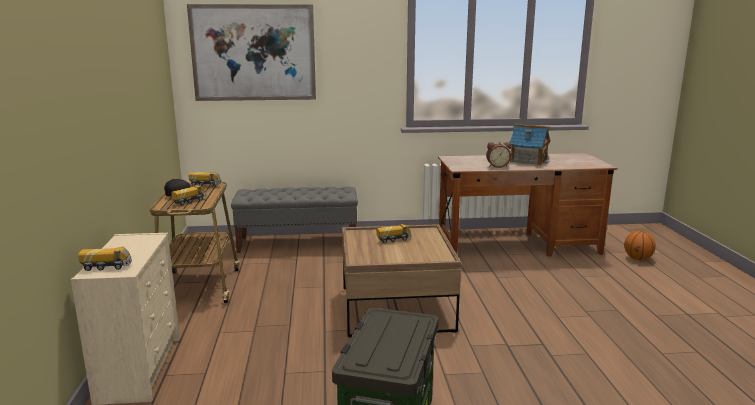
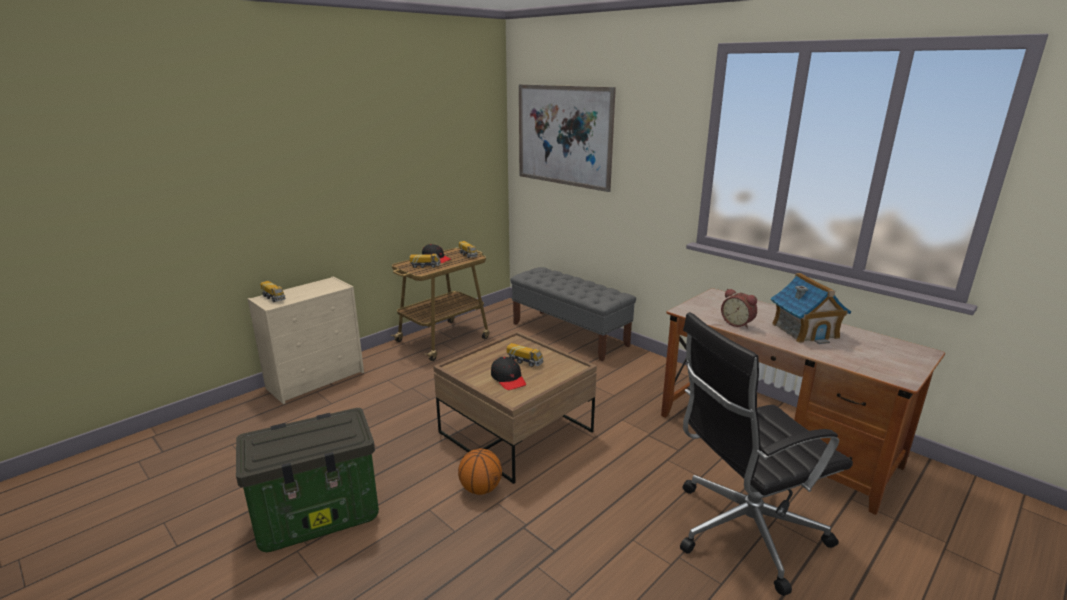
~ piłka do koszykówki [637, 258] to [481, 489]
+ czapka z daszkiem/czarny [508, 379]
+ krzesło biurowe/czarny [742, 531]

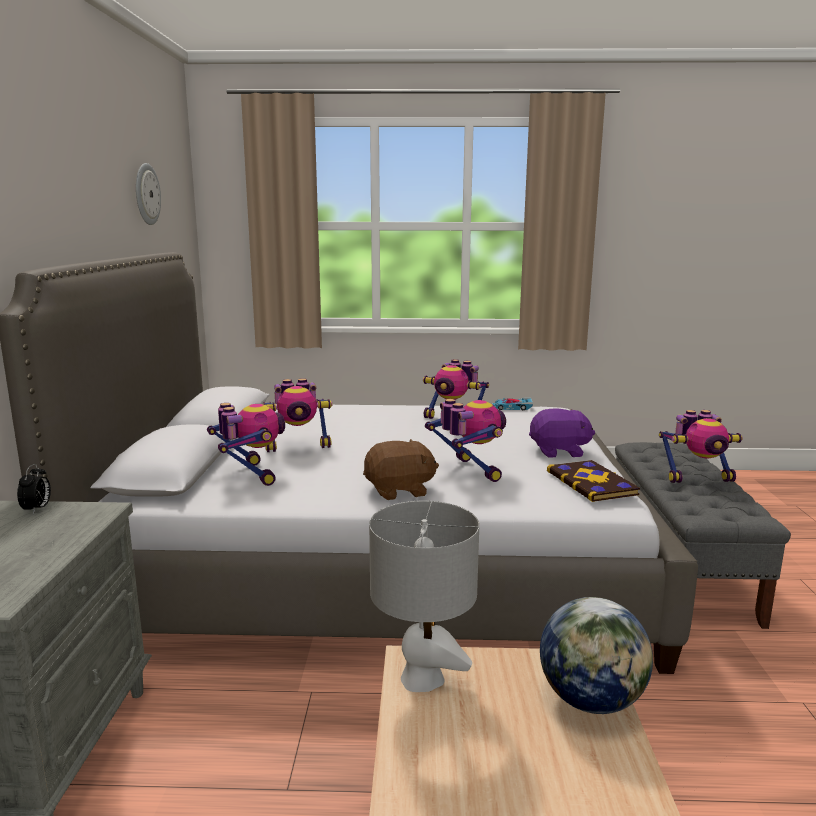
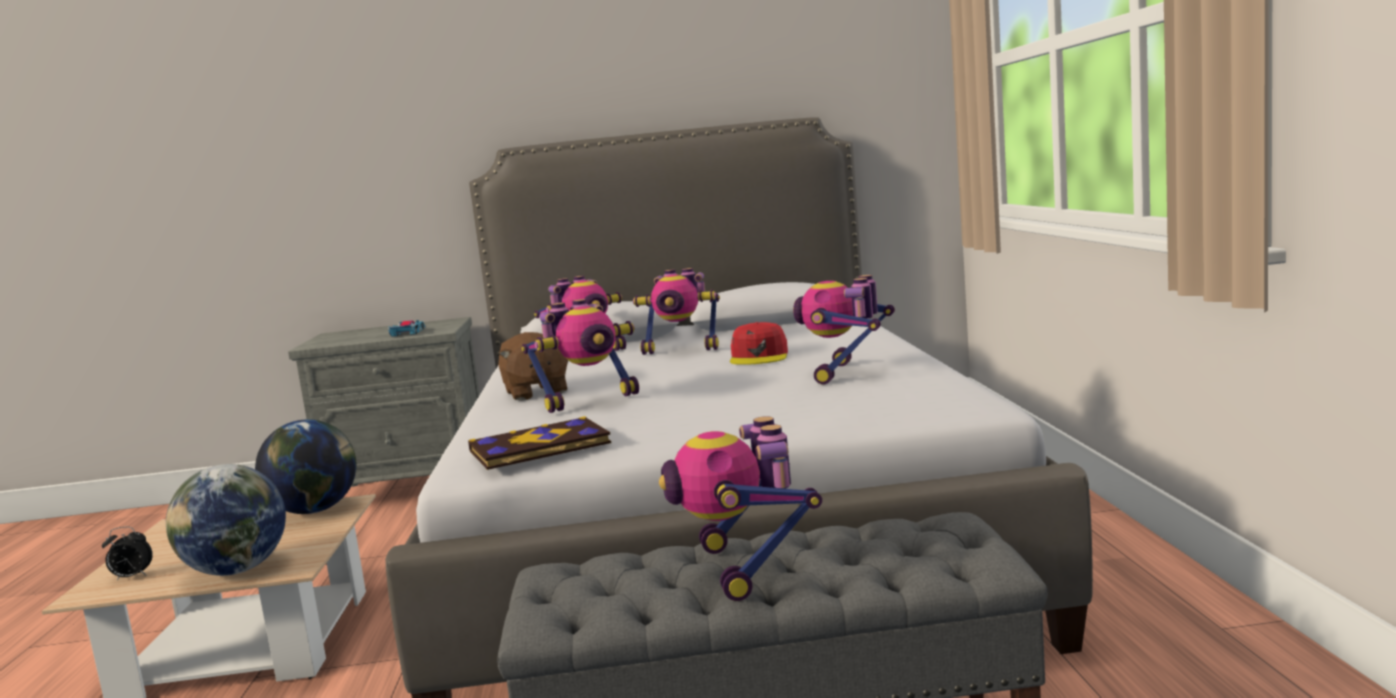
~ budzik [37, 509] to [131, 577]
~ lampa stołowa/szary [422, 679] to globus [315, 510]
~ samochodzik [511, 407] to [408, 333]
~ robot zabawkowy [298, 446] = [682, 349] 60 degrees counterclockwise
+ czapka z daszkiem/czerwony [759, 357]
- zegar ścienny [146, 194]
- pluszak/fioletowy [559, 452]

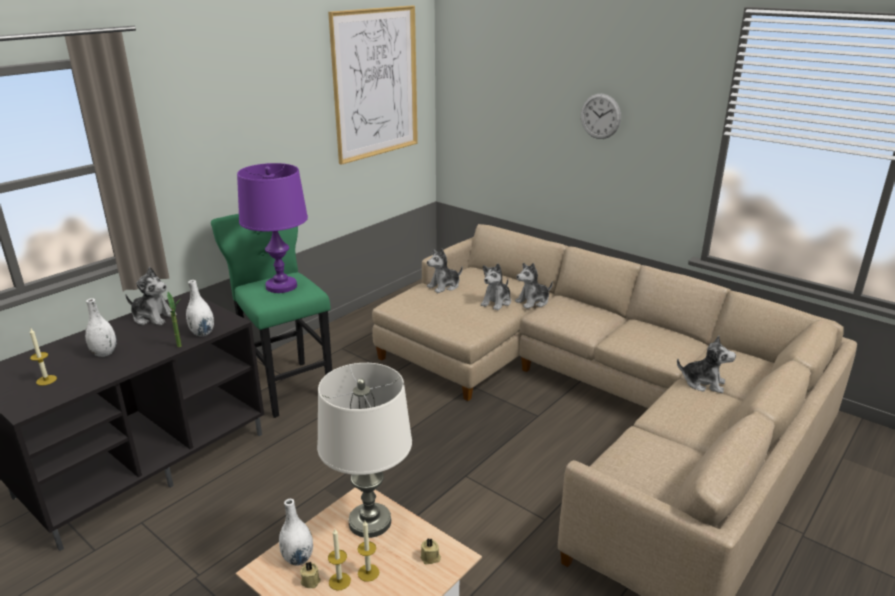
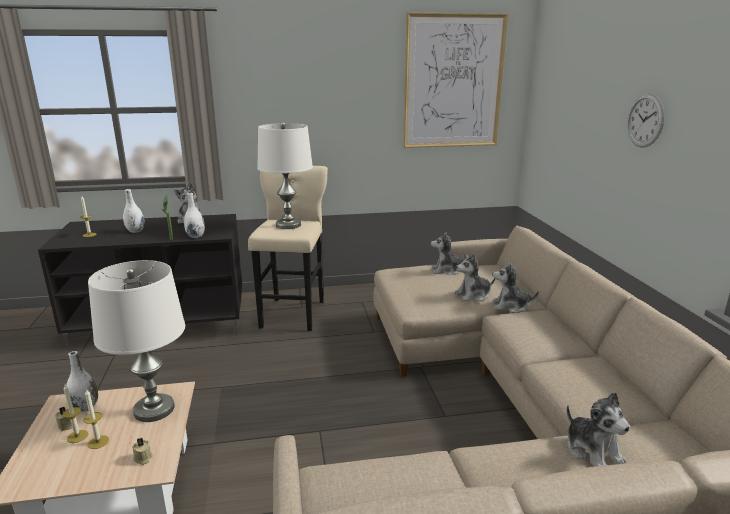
~ stołek/zielony [287, 386] to stołek/beżowy [294, 312]
~ lampa stołowa/fioletowy [281, 286] to lampa stołowa/biały [288, 225]

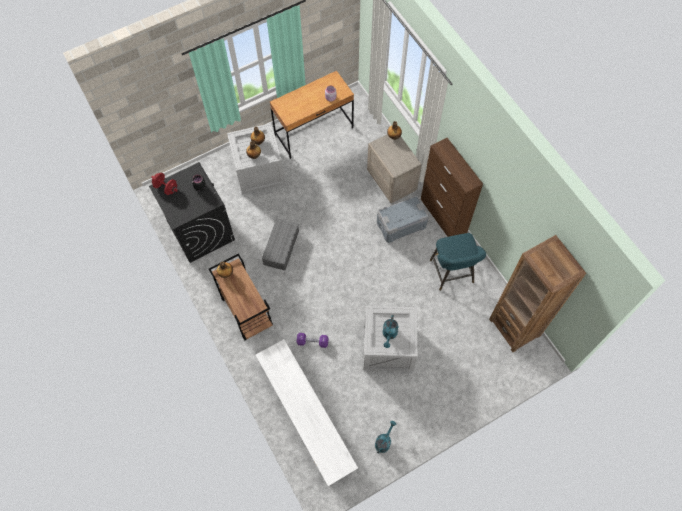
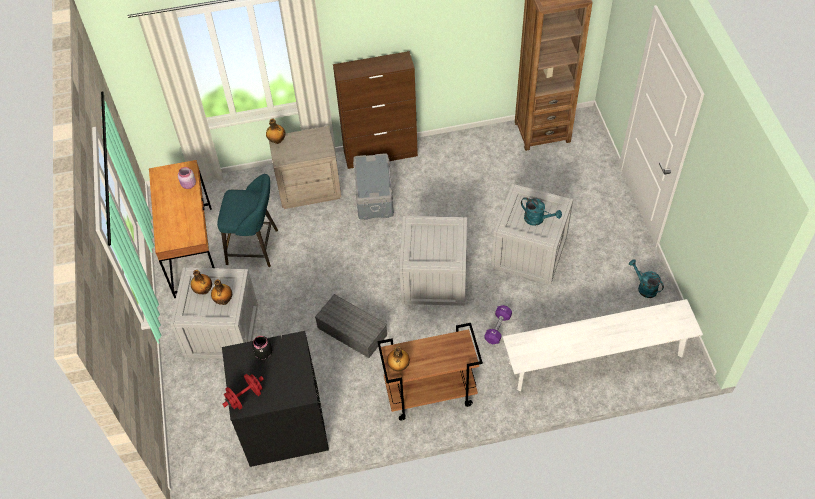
~ stołek/turkusowy [452, 274] to [256, 247]
+ skrzynka [434, 278]

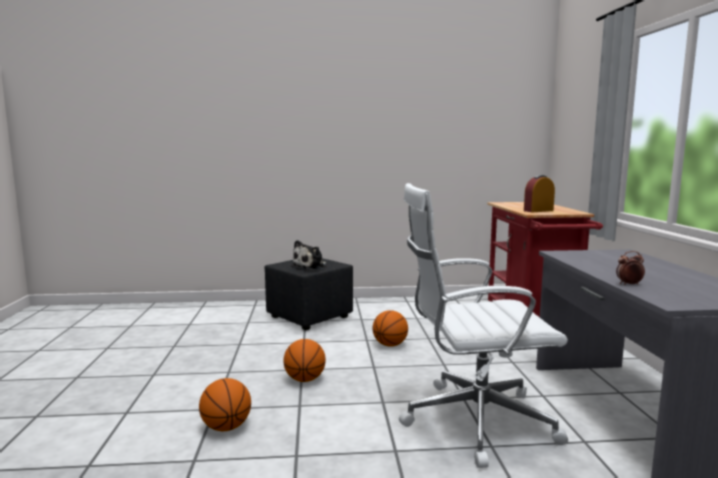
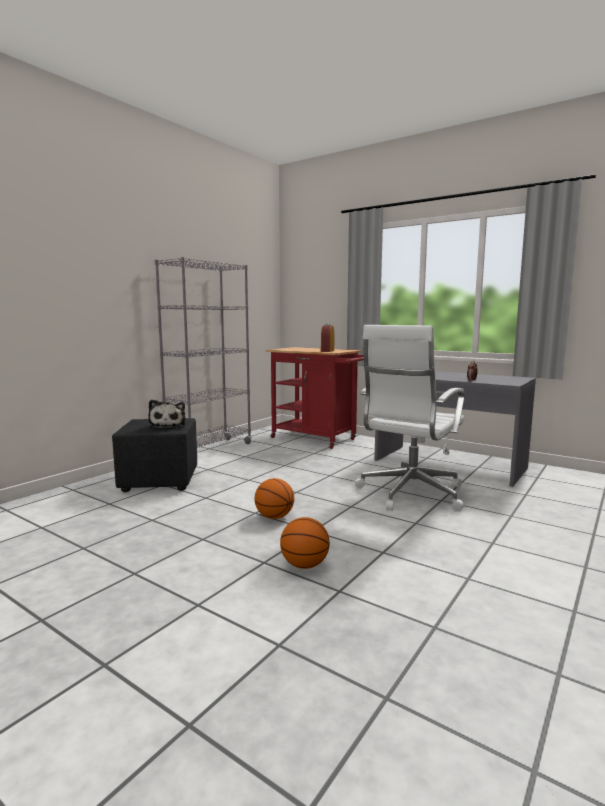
+ regał/szary [210, 450]
- piłka do koszykówki [390, 345]

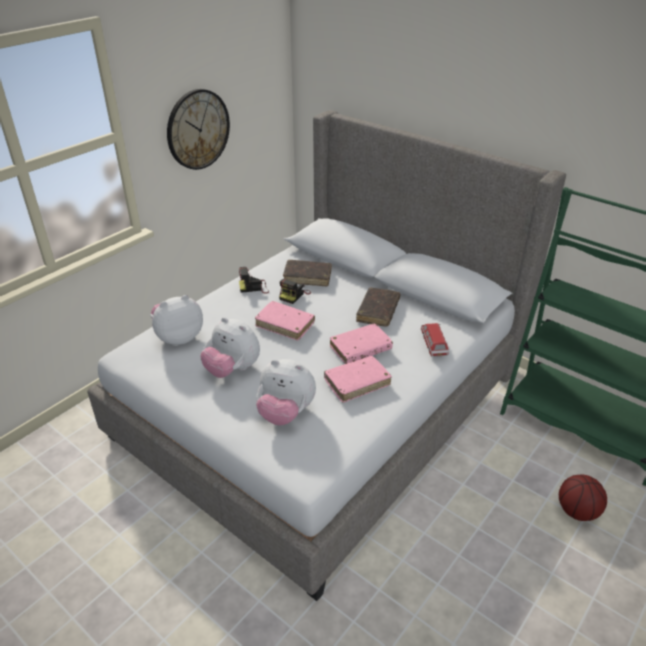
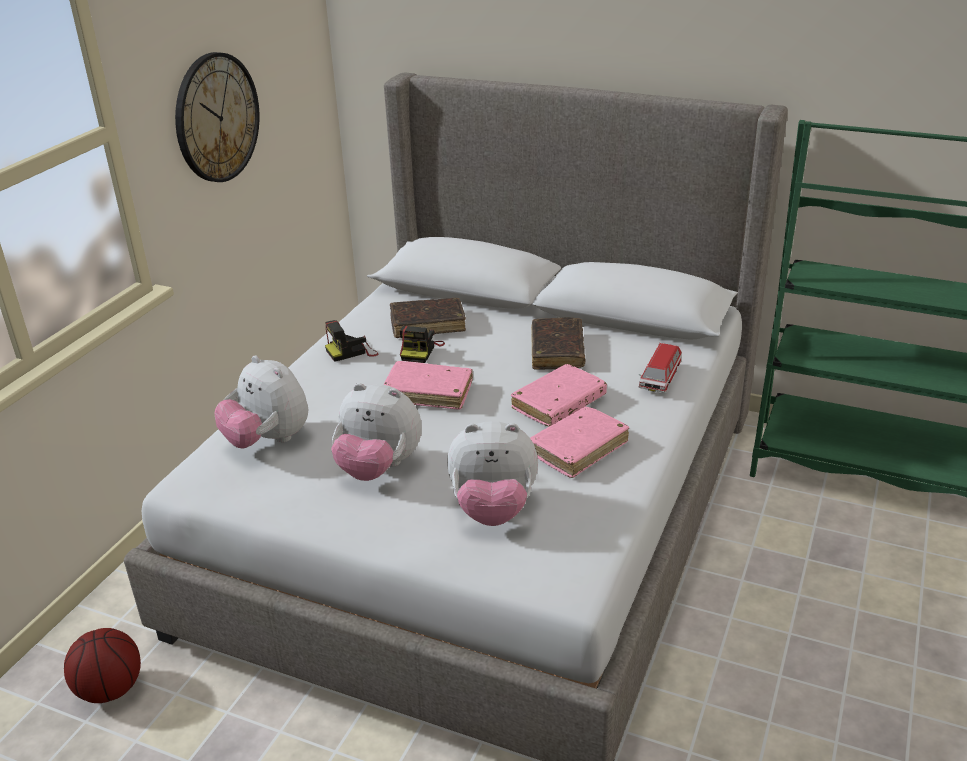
~ piłka do koszykówki [577, 511] to [111, 690]
~ pluszak [178, 337] = [268, 440] 90 degrees counterclockwise
~ samochodzik [433, 344] = [660, 379] 135 degrees counterclockwise

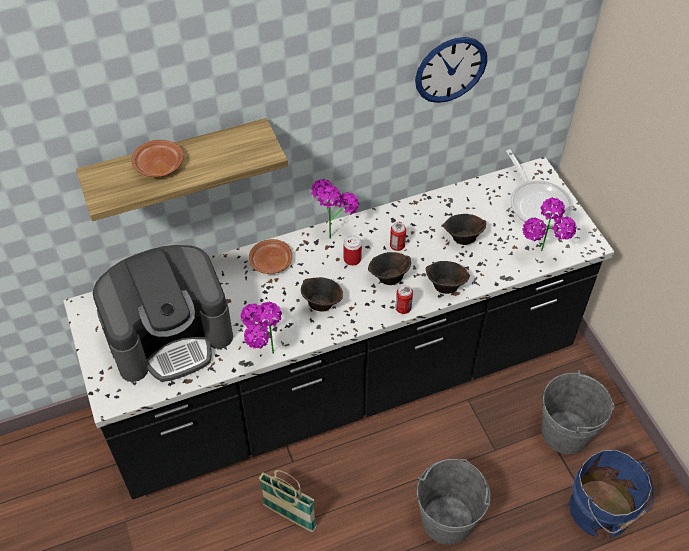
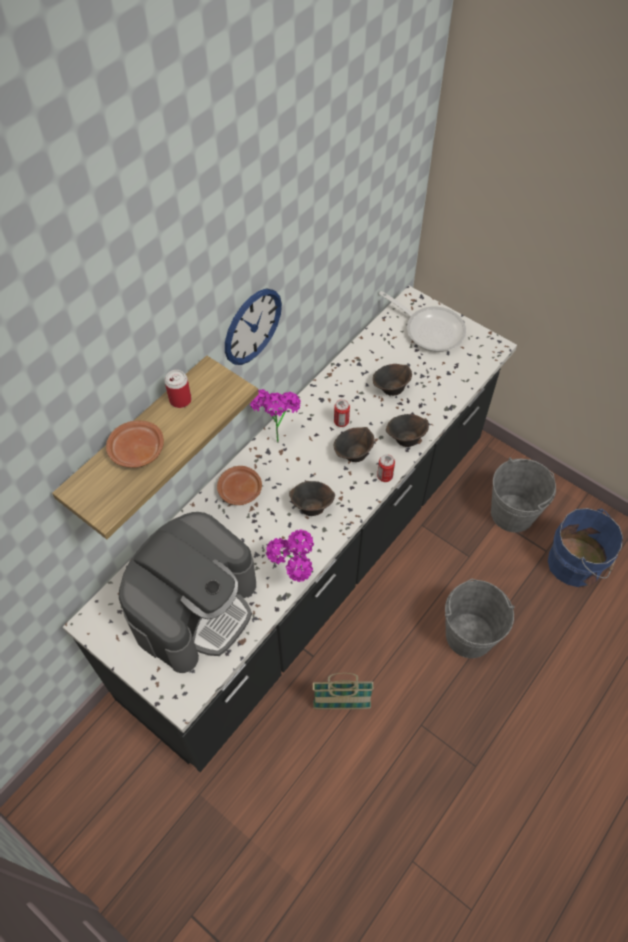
~ puszka [352, 259] to [180, 400]
~ zegar ścienny [450, 69] to [252, 326]
- roślina doniczkowa [542, 257]

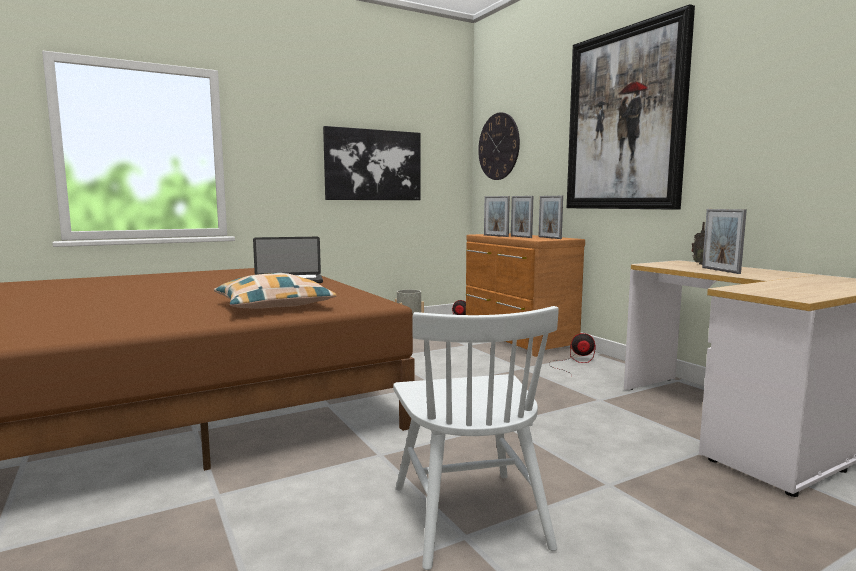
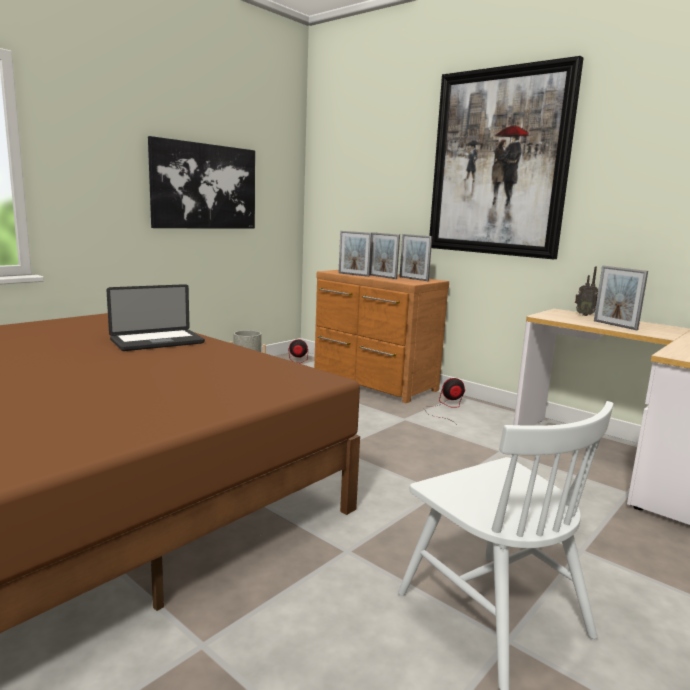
- poduszka [274, 306]
- zegar ścienny [498, 146]

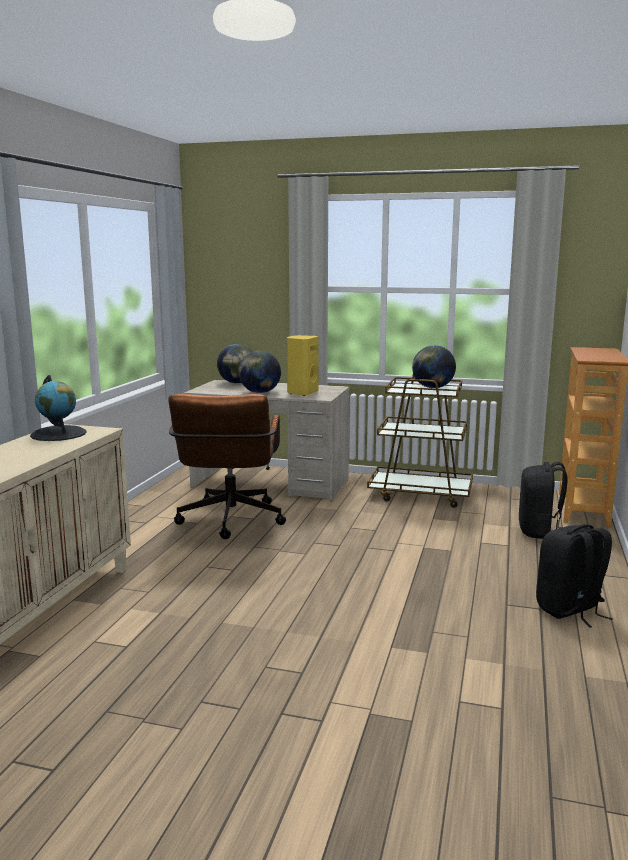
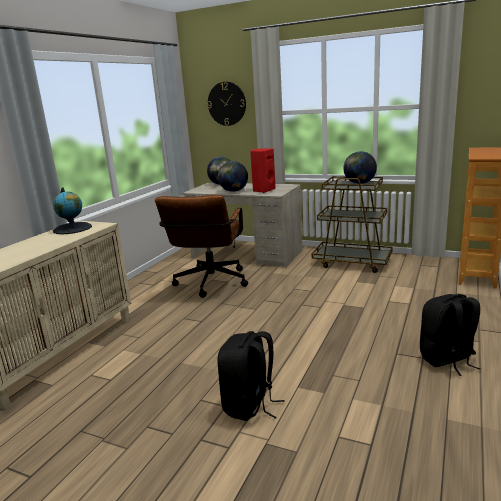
+ zegar ścienny [227, 103]
~ plecak/czarny [539, 531] to [250, 405]
~ głośnik/żółty [301, 393] to głośnik/czerwony [263, 190]

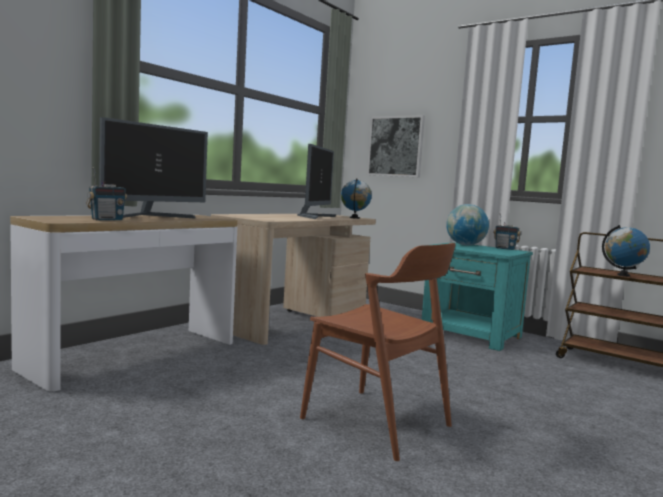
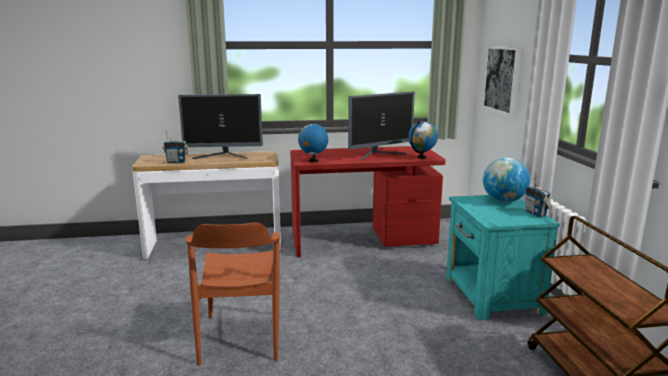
~ biurko/beżowy [293, 320] to biurko/czerwony [363, 240]
~ globus [623, 275] to [313, 161]

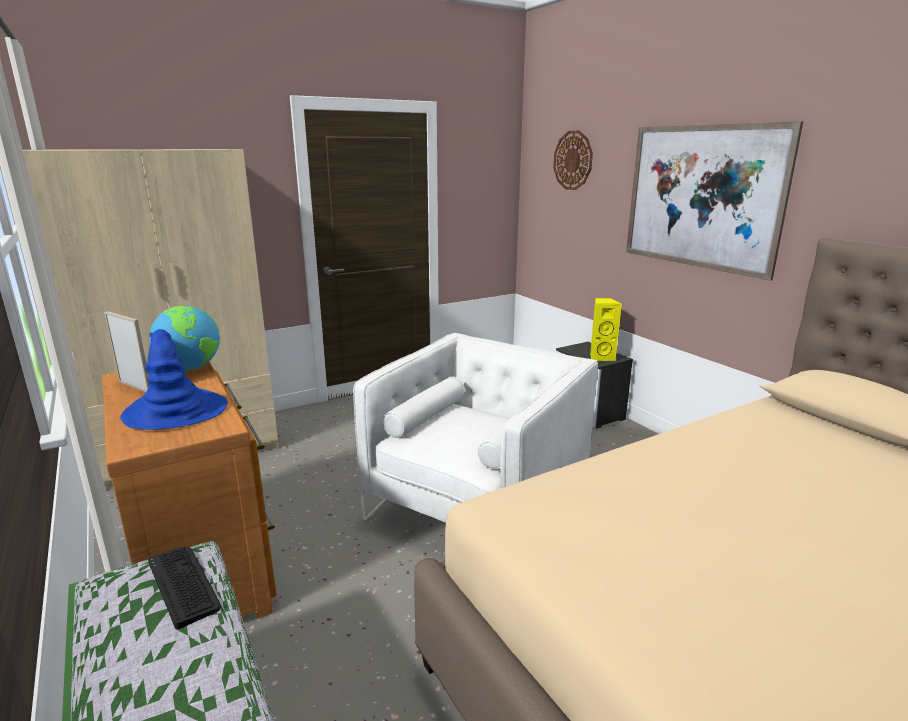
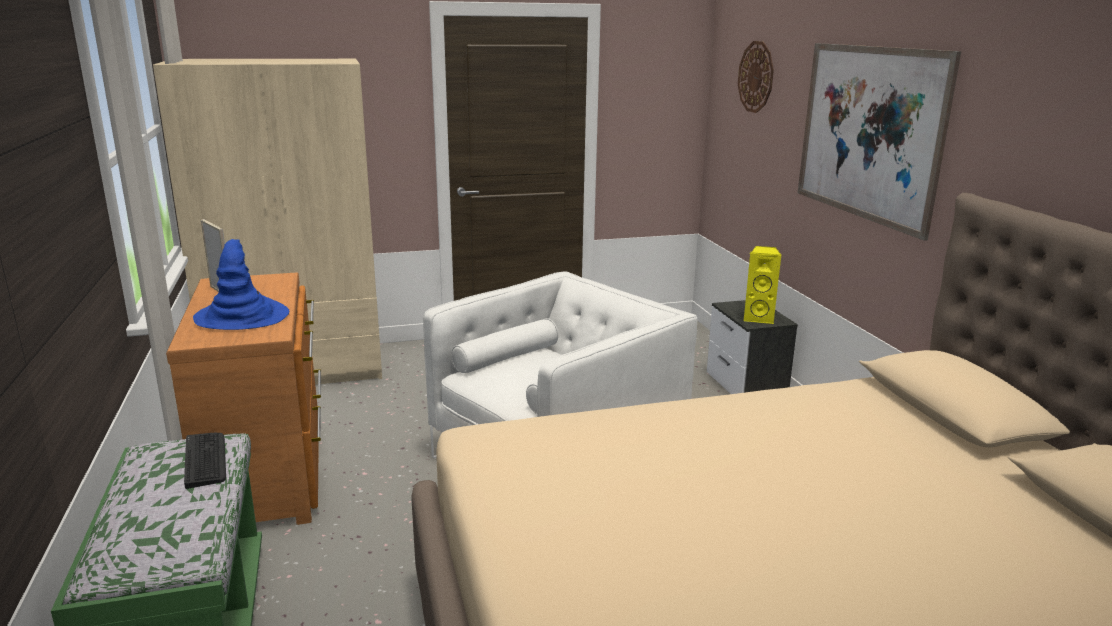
- globus [190, 368]

